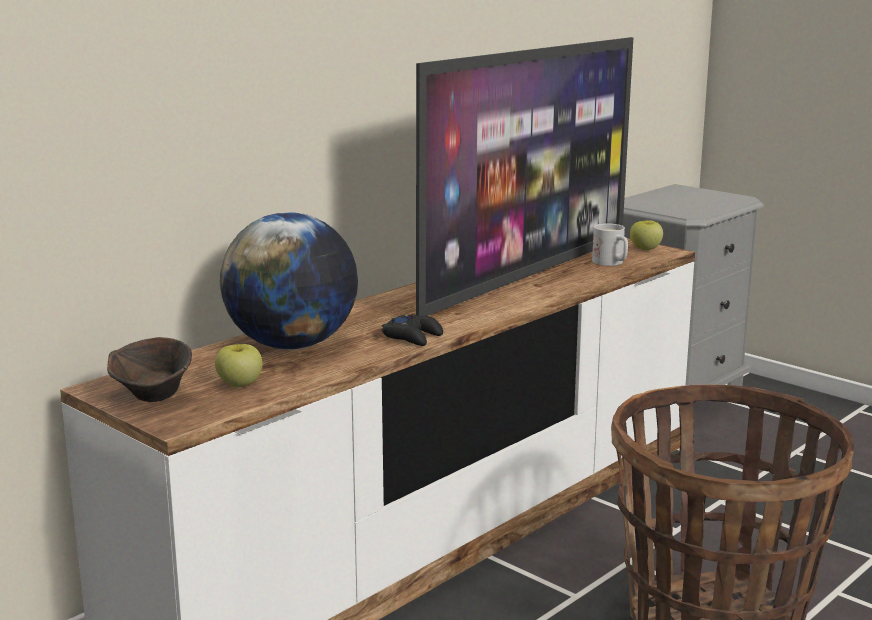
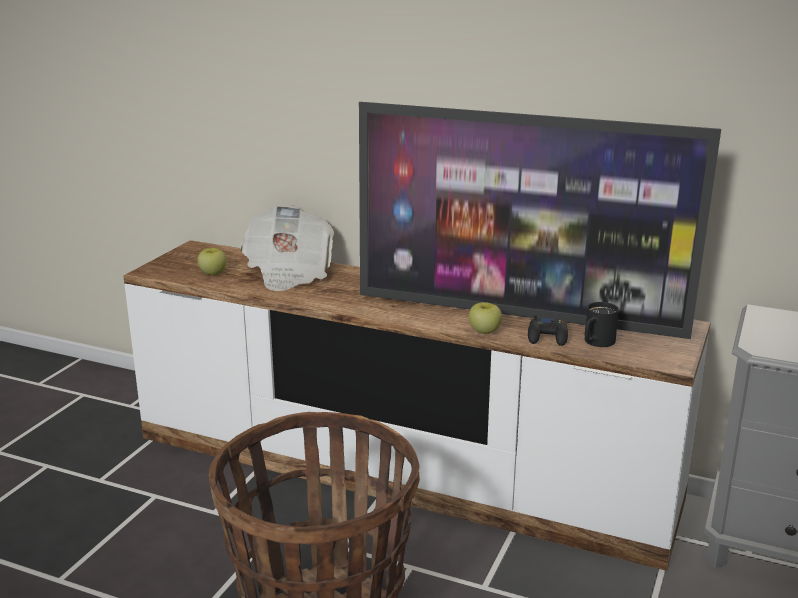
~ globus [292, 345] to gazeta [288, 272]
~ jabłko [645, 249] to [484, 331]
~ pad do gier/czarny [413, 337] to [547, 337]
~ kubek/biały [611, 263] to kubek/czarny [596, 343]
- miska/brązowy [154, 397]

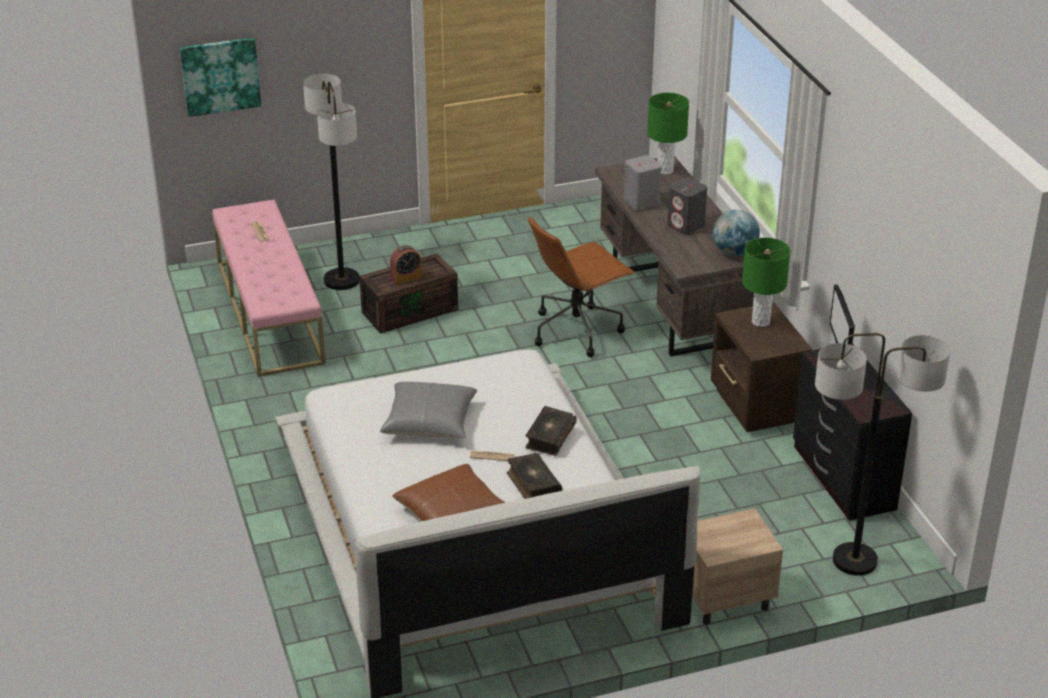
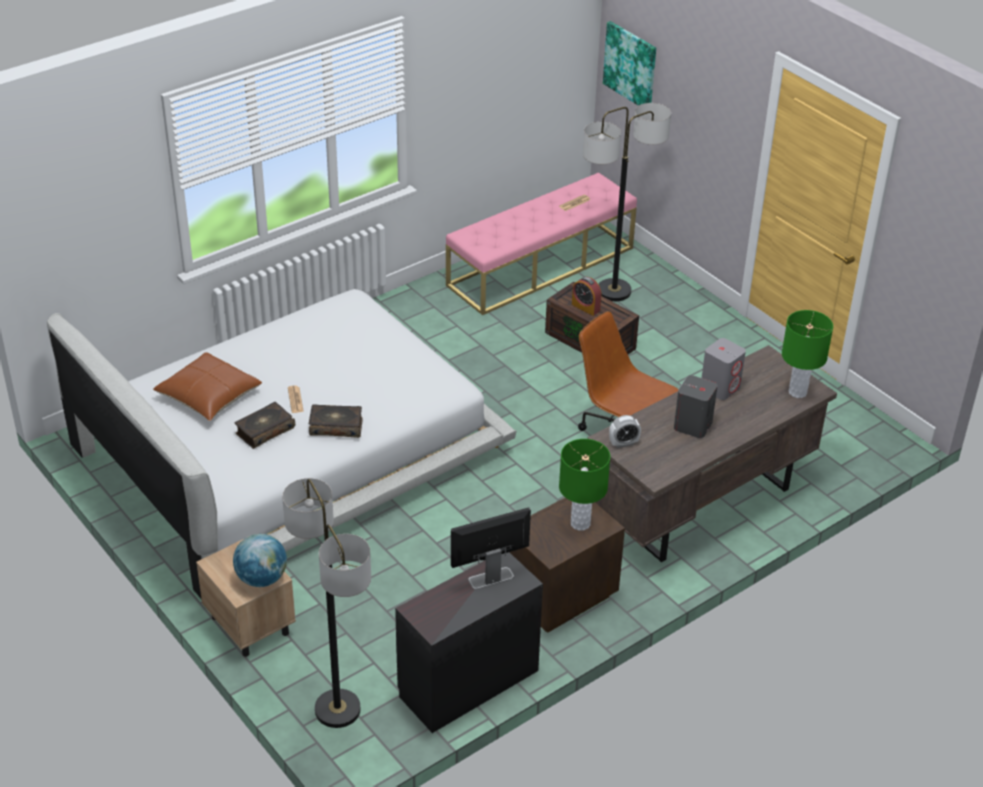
~ globus [734, 252] to [262, 578]
+ budzik [623, 443]
- poduszka/szary [429, 422]

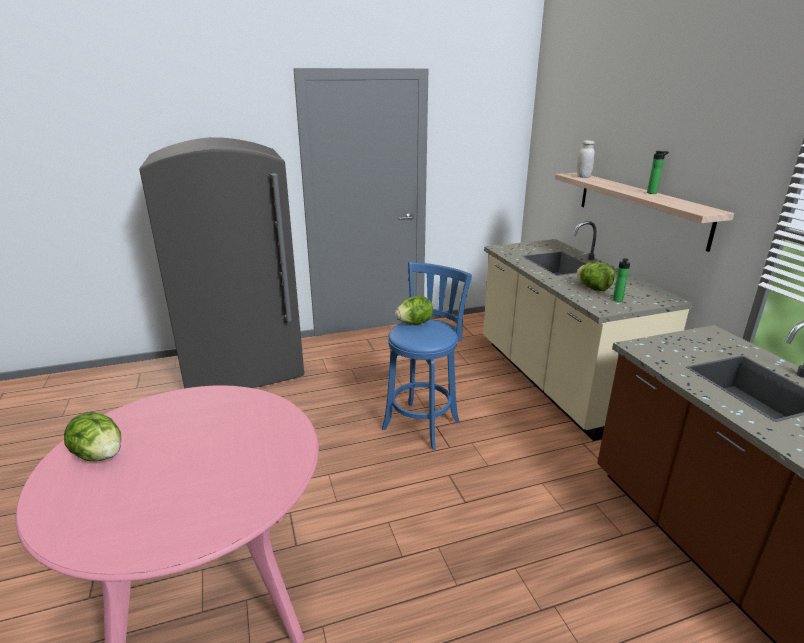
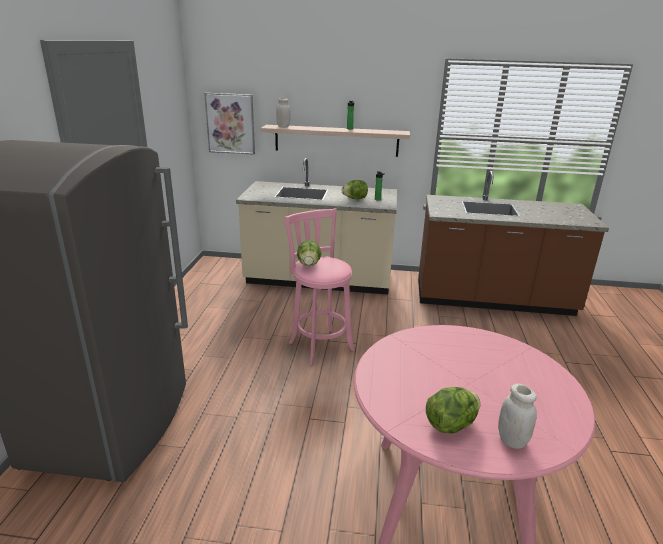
+ obraz [230, 123]
~ stołek/niebieski [423, 423] to stołek/różowy [319, 344]
+ słoik/biały [512, 440]

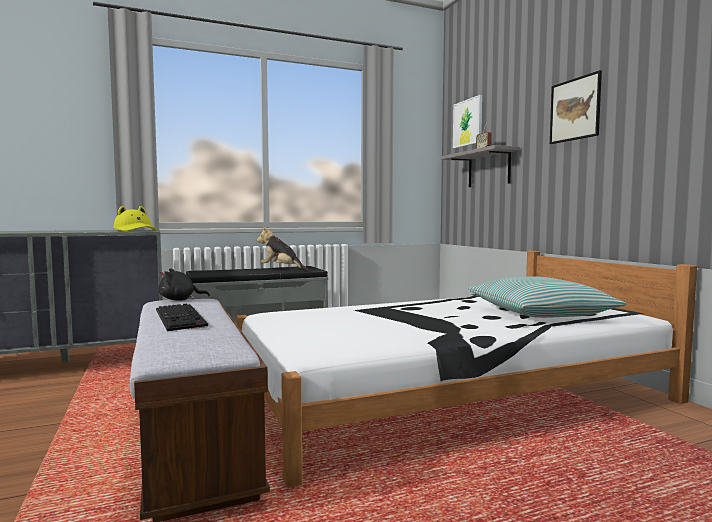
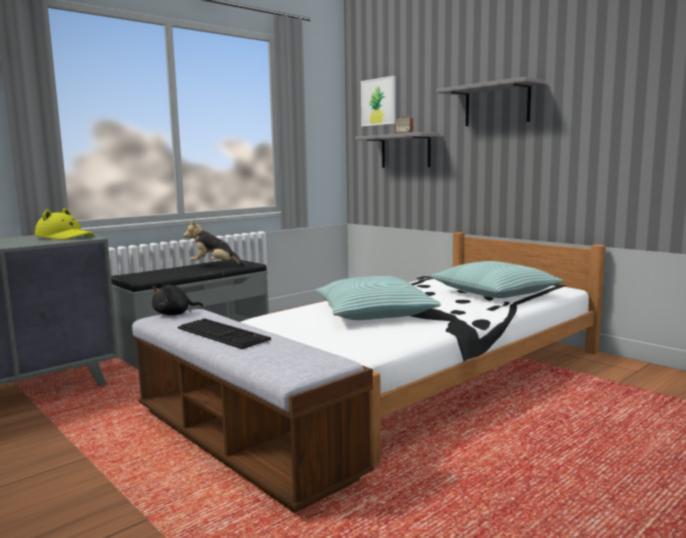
+ poduszka [374, 313]
~ obraz [575, 109] to półka/szary [497, 105]

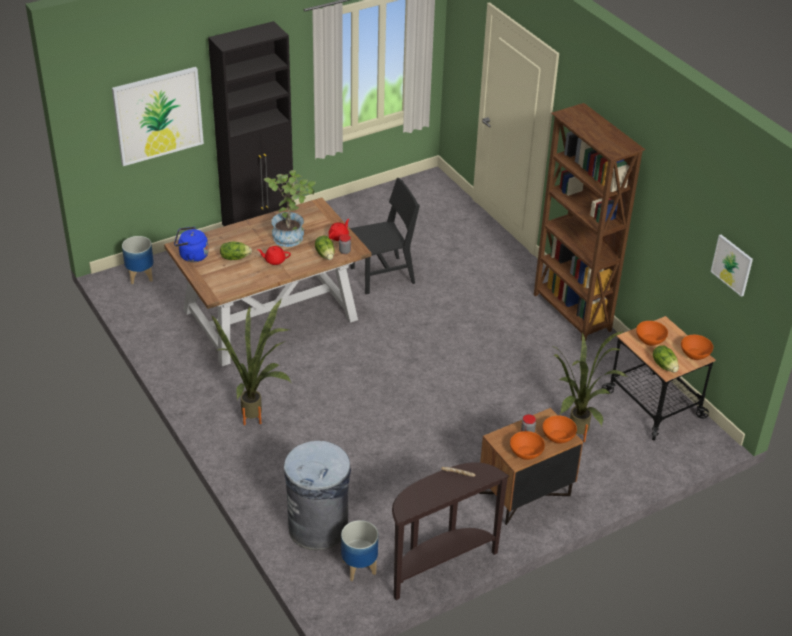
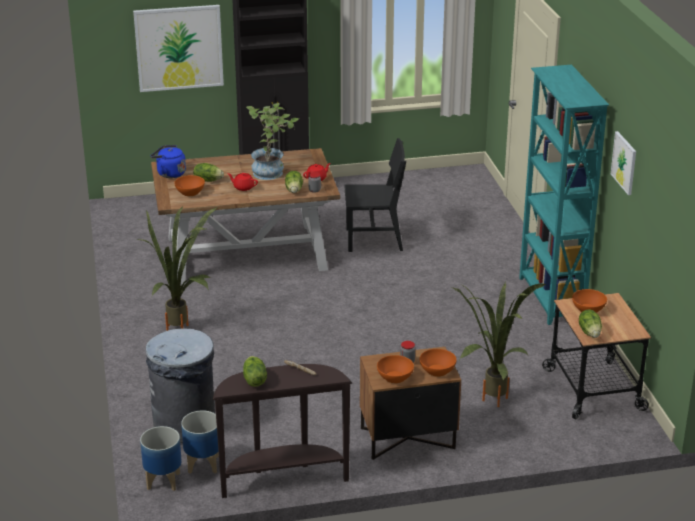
~ donica [140, 276] to [163, 480]
~ miska/pomarańczowy [695, 354] to [190, 192]
+ sałata [254, 380]
~ regał/brązowy [571, 313] to regał/turkusowy [550, 299]
~ obraz [732, 265] to [624, 162]

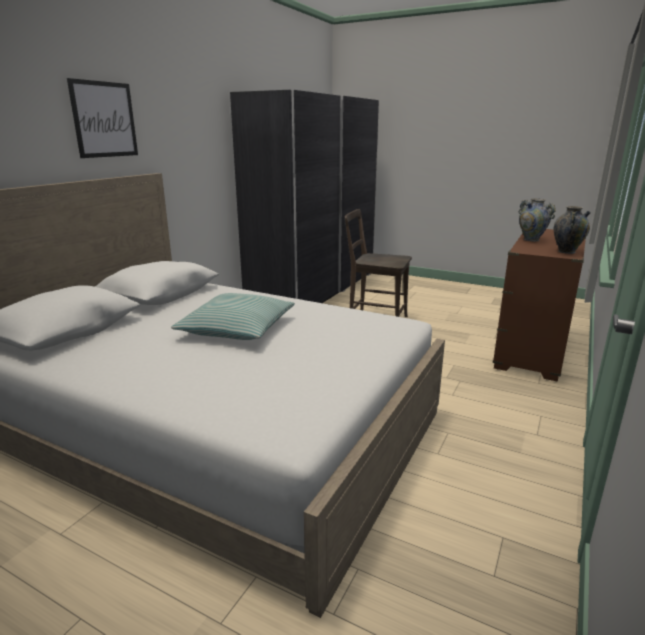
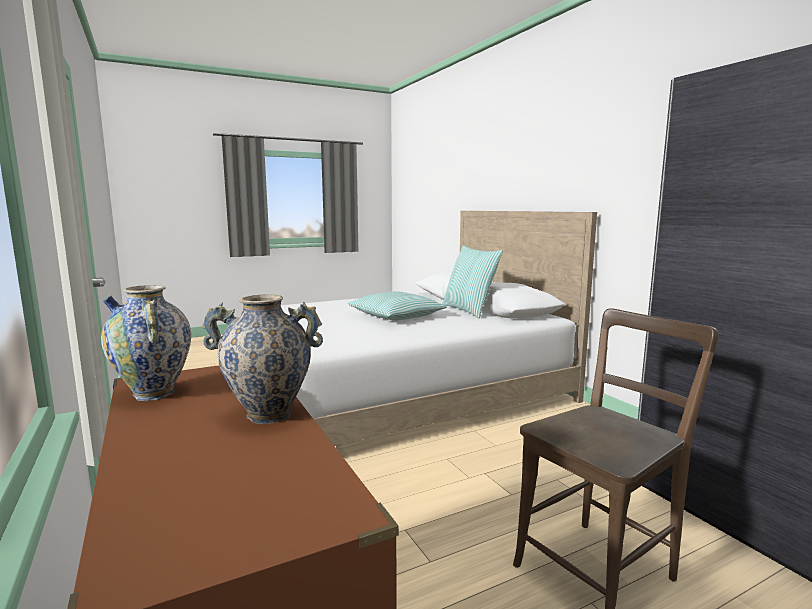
+ poduszka [469, 310]
- obraz [104, 119]

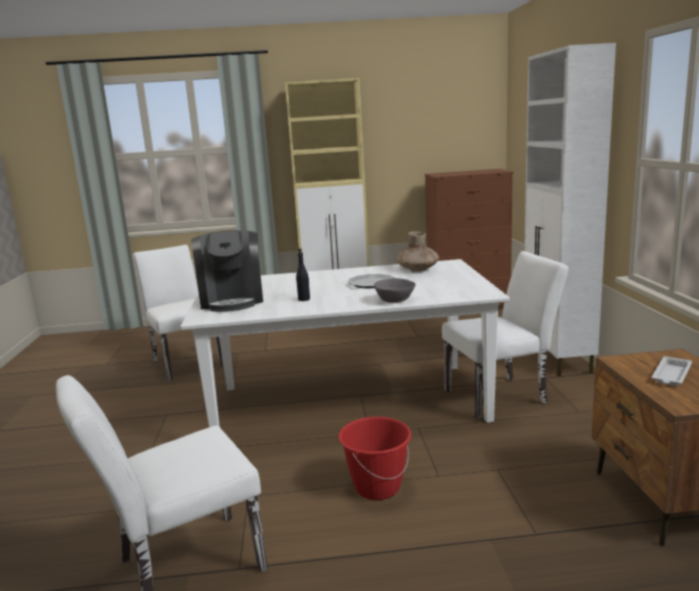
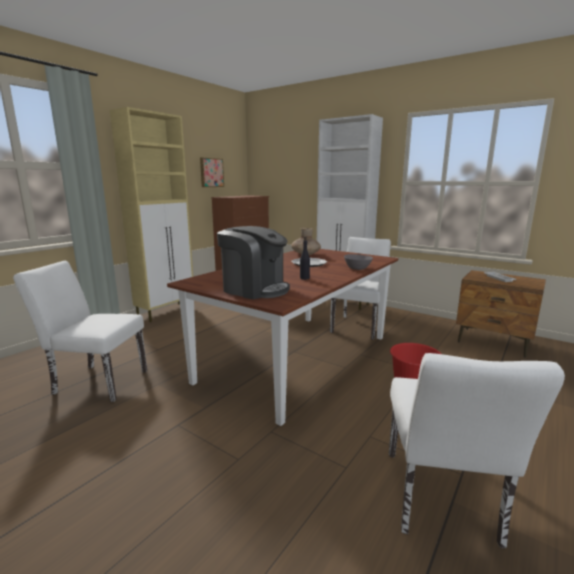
~ stół jadalny/biały [349, 403] to stół jadalny/brązowy [297, 357]
+ obraz [211, 172]

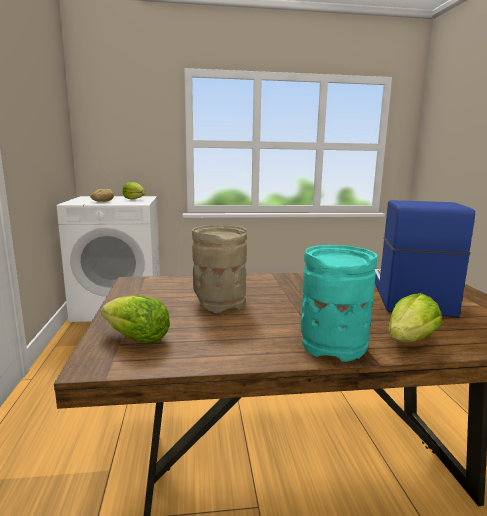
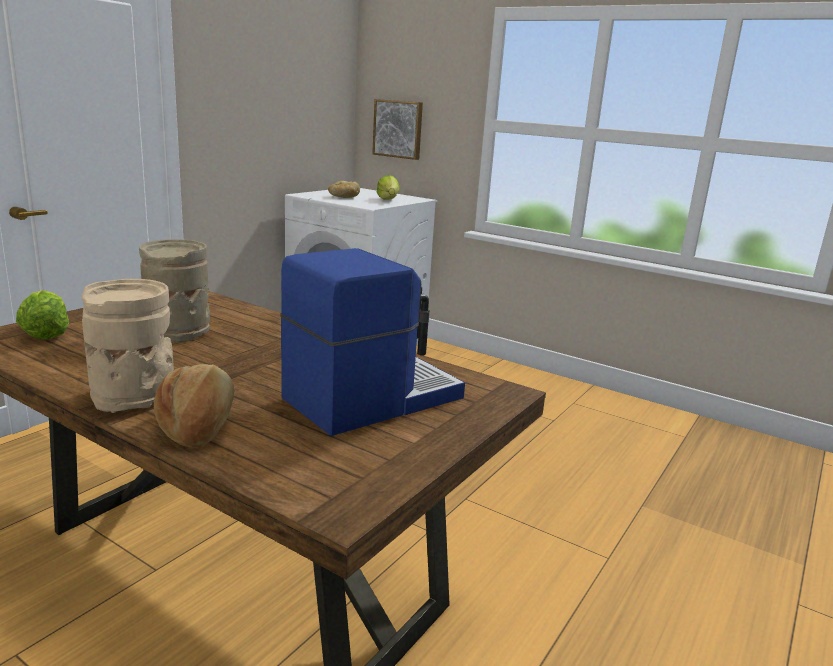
~ wazon/turkusowy [333, 344] to wazon/beżowy [135, 396]
~ sałata [410, 341] to chleb [199, 425]
+ obraz [398, 129]

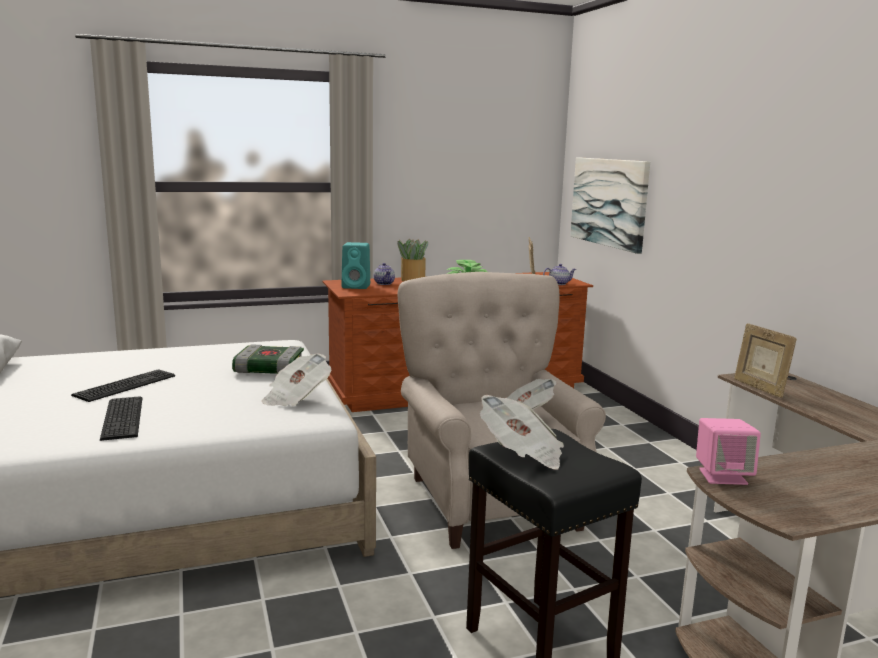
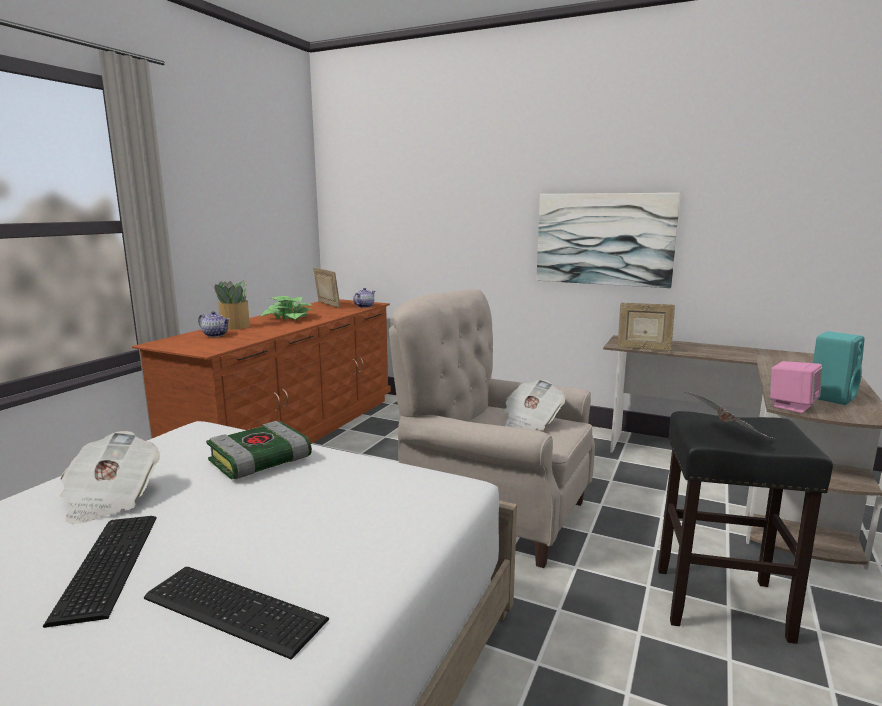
~ gazeta [296, 398] to [110, 499]
~ obraz [609, 202] to [604, 239]
~ głośnik/turkusowy [357, 286] to [830, 397]

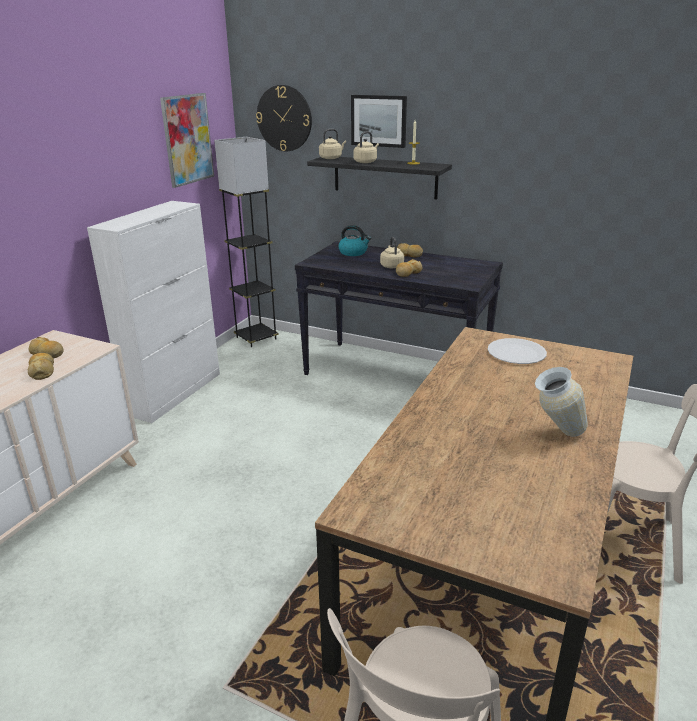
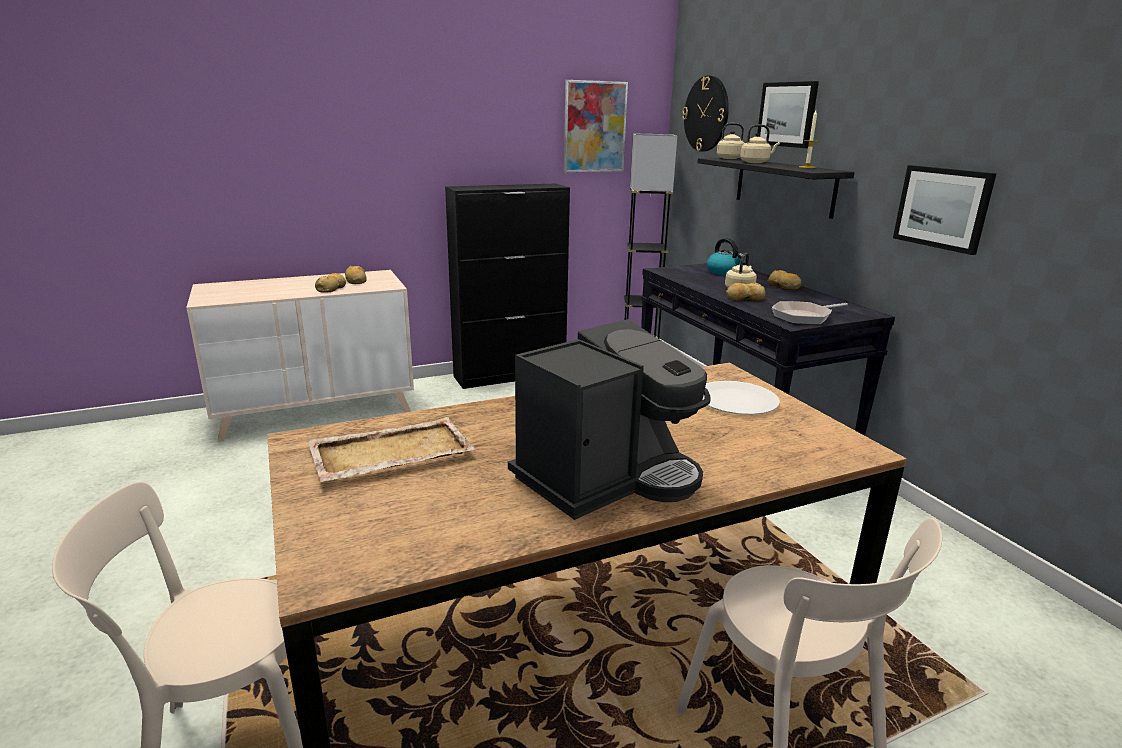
+ taca/beżowy [389, 453]
~ szafka/biały [175, 393] to szafka/czarny [510, 375]
~ wazon [555, 434] to ekspres do kawy [607, 477]
+ patelnia [804, 317]
+ obraz [942, 208]

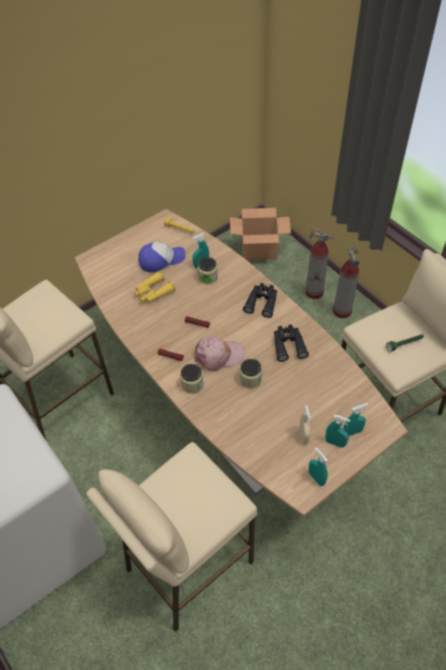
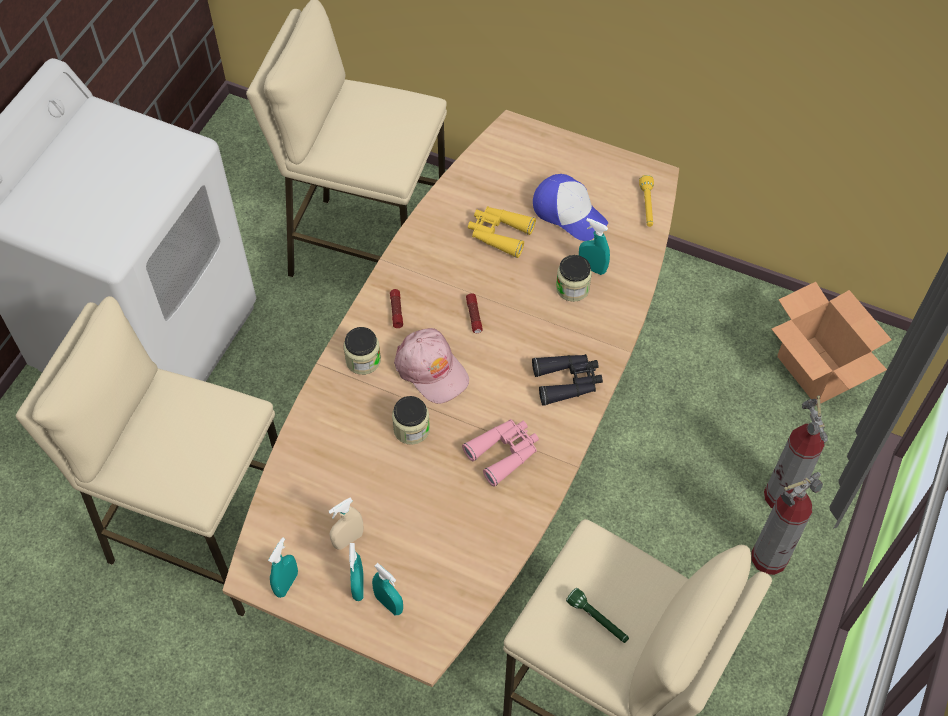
~ lornetka/czarny [288, 345] to lornetka/różowy [504, 452]

